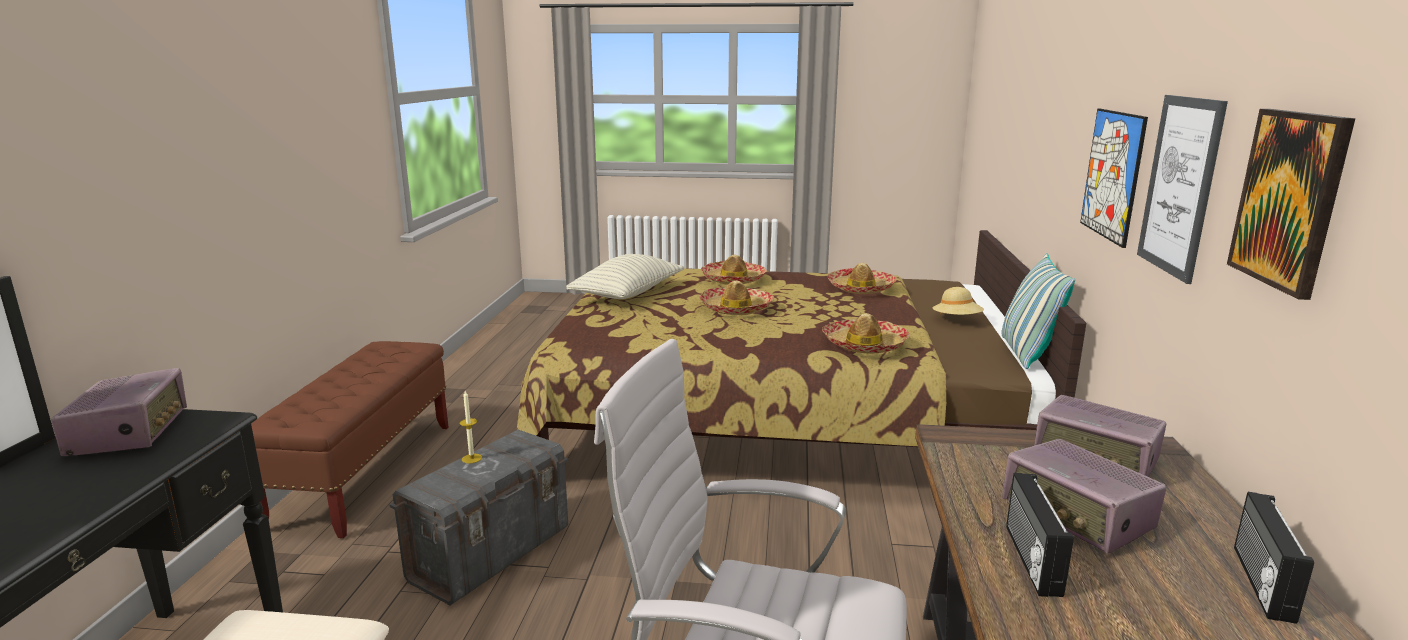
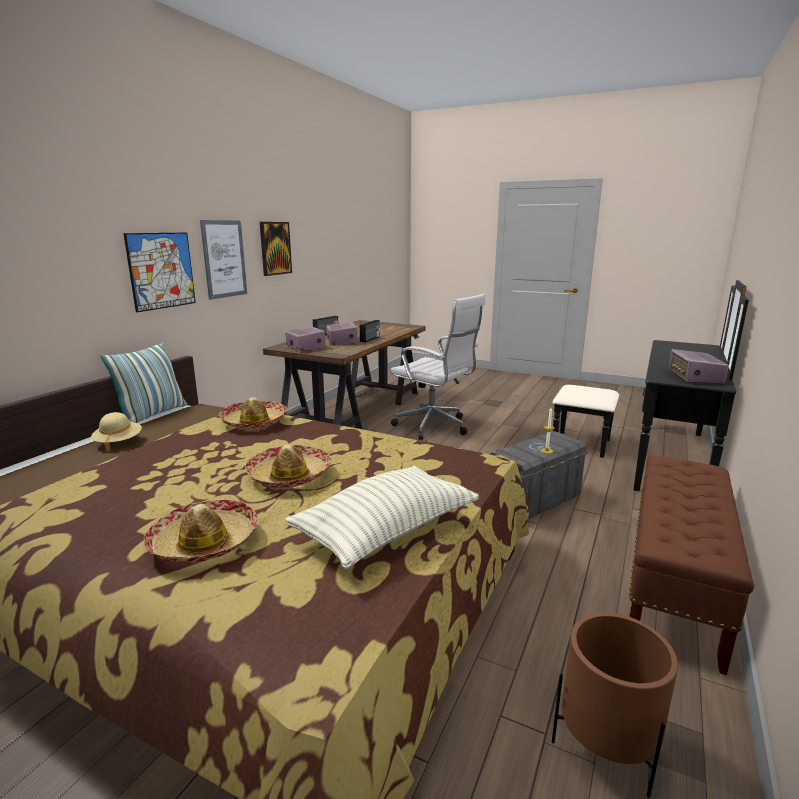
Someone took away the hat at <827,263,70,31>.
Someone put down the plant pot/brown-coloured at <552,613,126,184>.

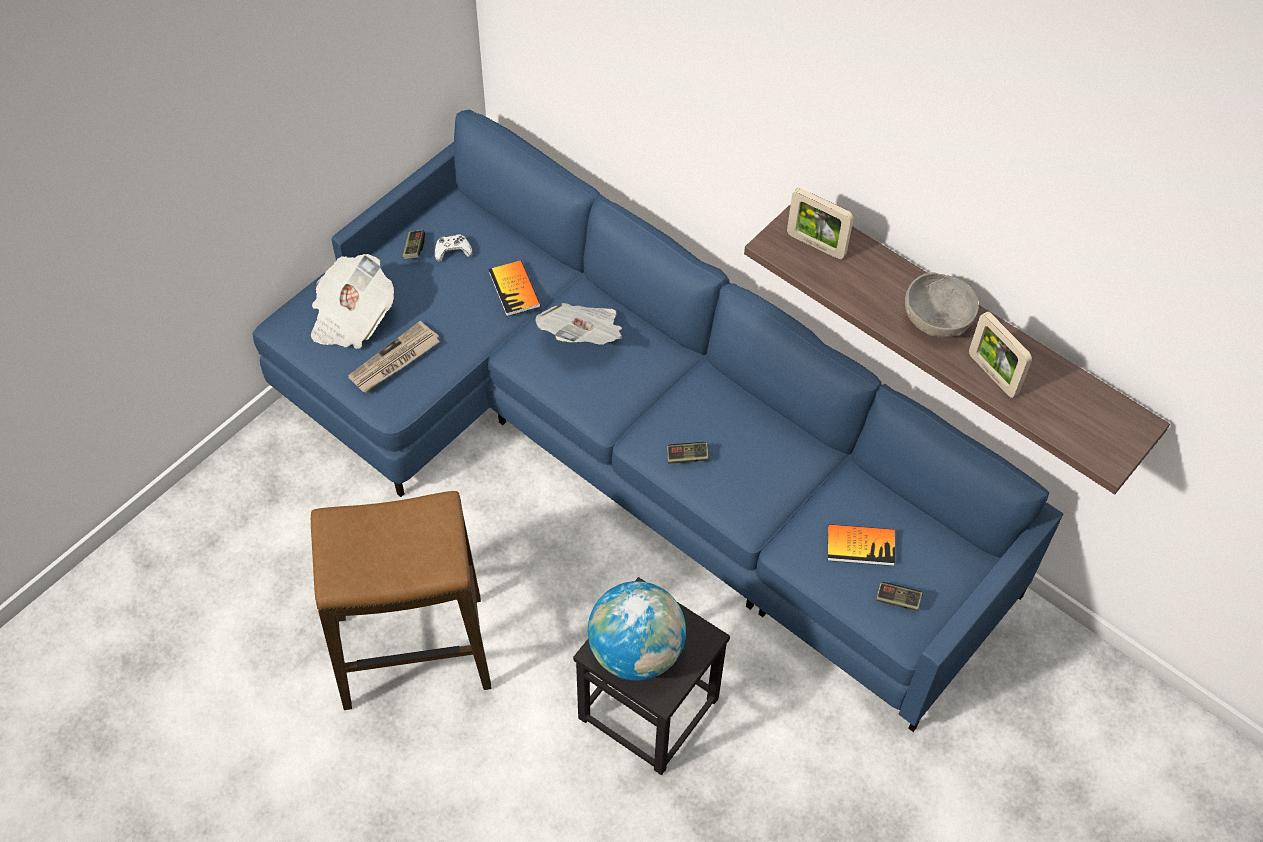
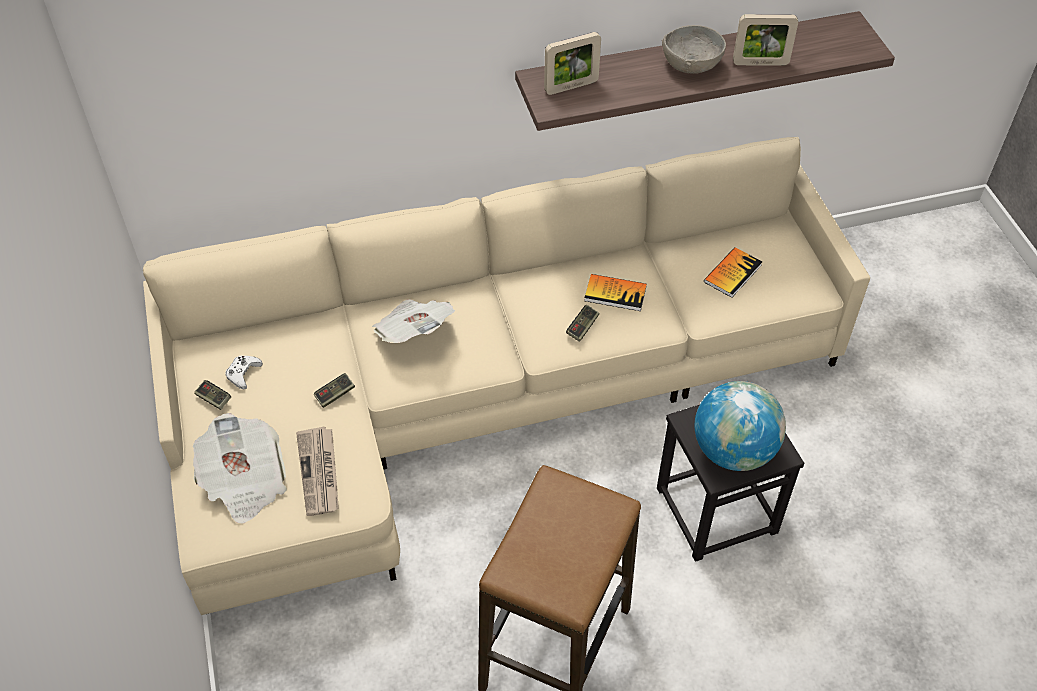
Someone carried the volume from <489,260,52,56> to <584,274,63,37>.
Someone carried the gamepad from <876,582,47,29> to <314,373,41,35>.
Someone repainted the settee/blue-coloured at <252,110,811,622>, which became the settee/sand-coloured at <143,137,727,478>.

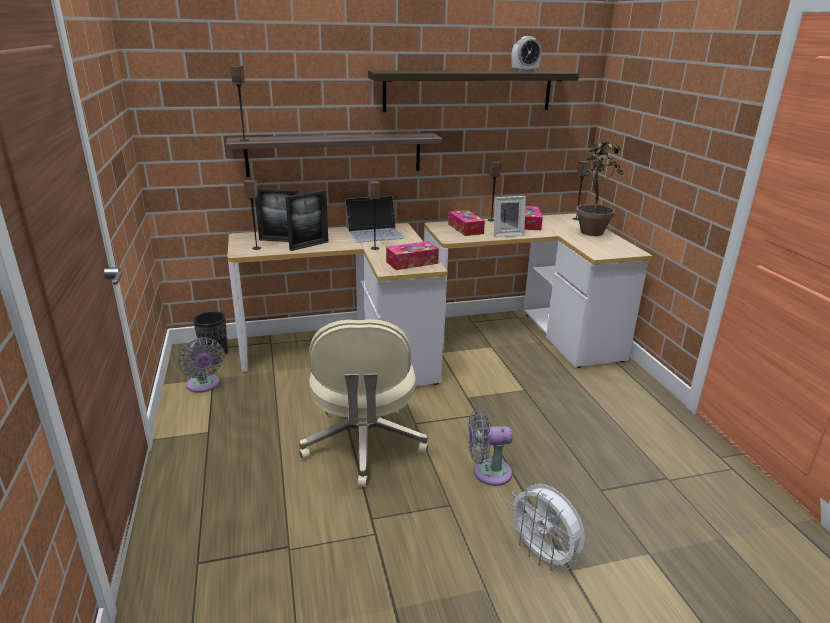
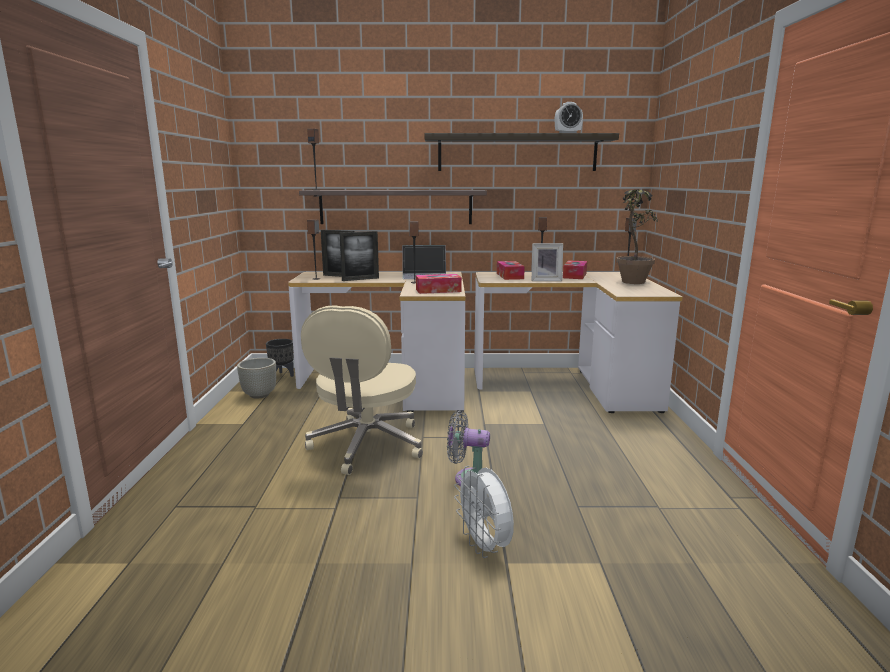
Someone swapped the electric fan/gray at <178,338,46,55> for the plant pot/gray at <237,358,39,41>.

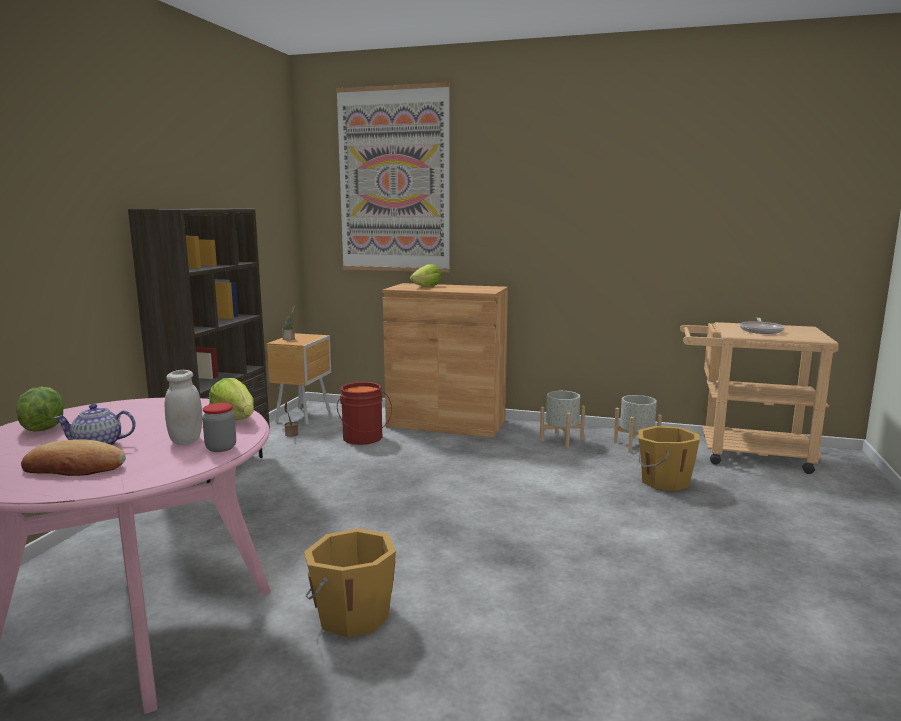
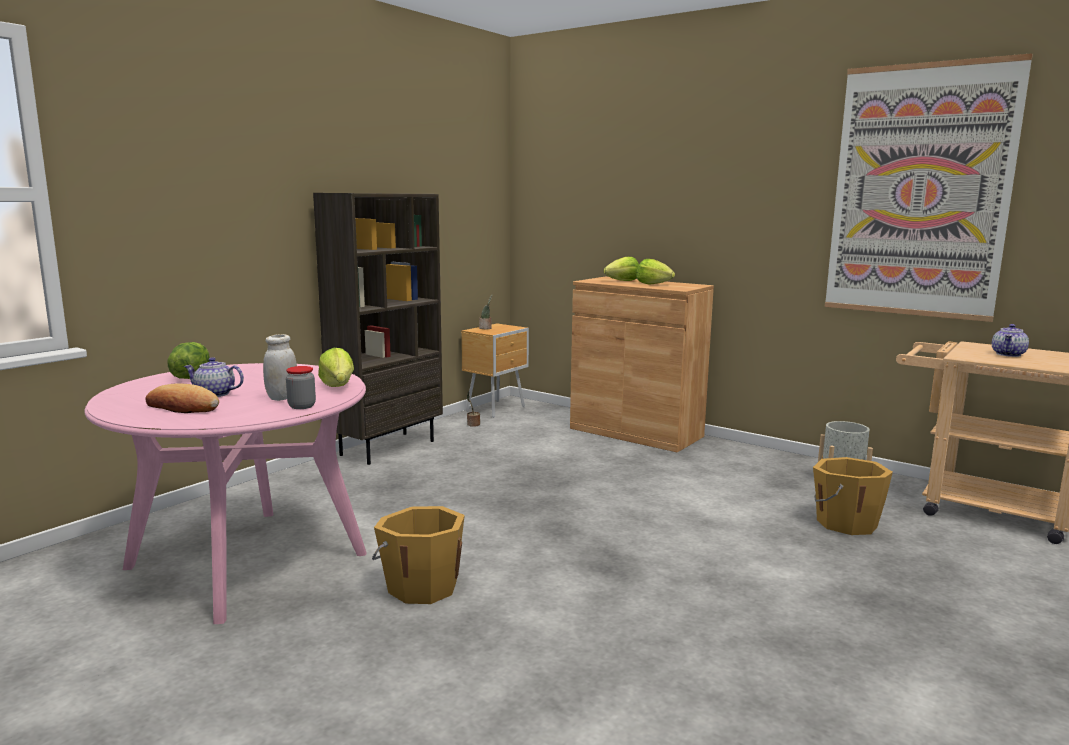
Someone took away the pail/red at <337,382,55,63>.
Someone took away the plant pot/gray at <540,391,45,57>.
Someone put down the head of lettuce at <636,259,39,26>.
Someone carried the wall picture from <336,82,114,190> to <825,53,208,269>.
Someone swapped the skillet at <740,318,45,16> for the pot for tea at <992,324,37,33>.

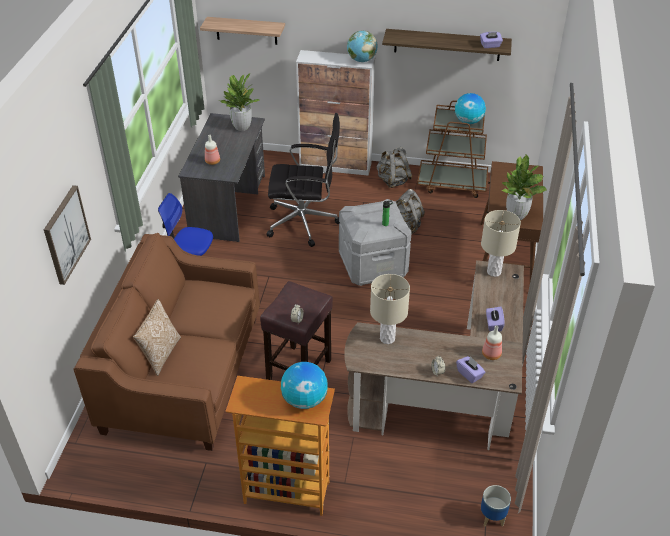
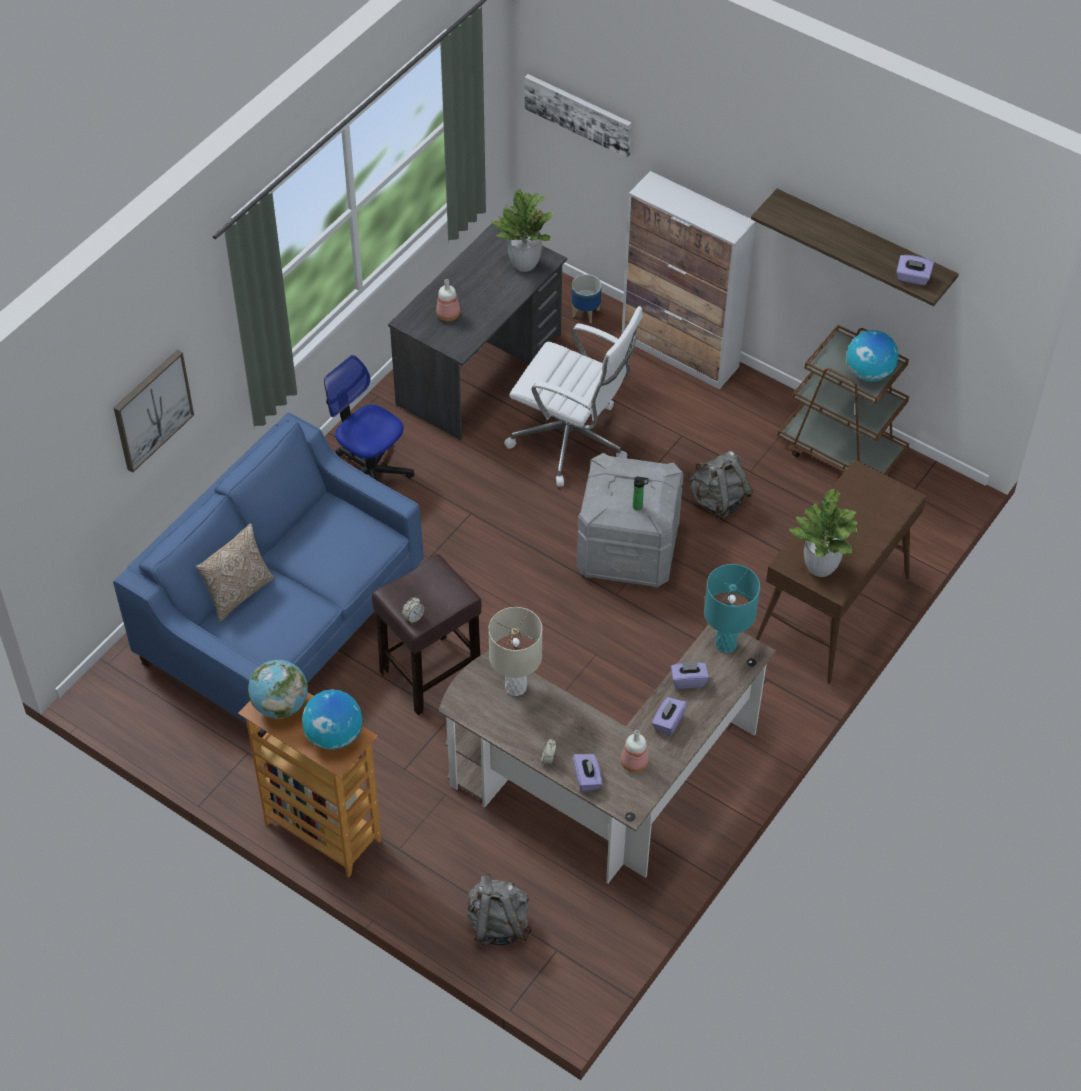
Someone put down the box of tissues/purplish at <671,662,38,27>.
Someone carried the globe from <347,30,31,32> to <248,660,60,59>.
Someone carried the rucksack/gray from <377,147,35,41> to <467,873,65,73>.
Someone carried the plant pot from <481,485,30,42> to <571,274,31,49>.
Someone swapped the shelf at <200,17,85,28> for the wall picture at <525,74,107,84>.
Someone repainted the settee/brown-coloured at <73,233,187,218>, which became the settee/blue-coloured at <113,413,311,325>.
Someone repainted the office chair/blackish at <267,113,73,134>, which became the office chair/white at <504,306,139,181>.
Someone repainted the tabletop lamp/sand-coloured at <481,210,40,67>, which became the tabletop lamp/blue-green at <704,564,56,89>.

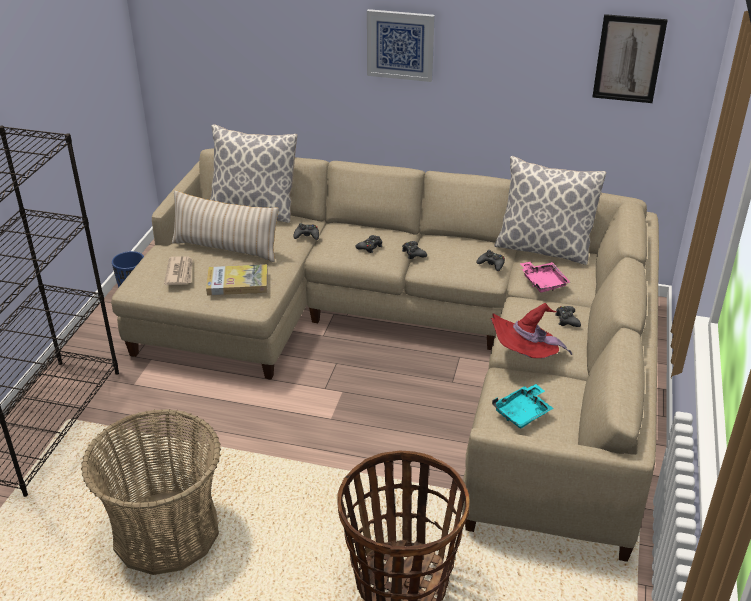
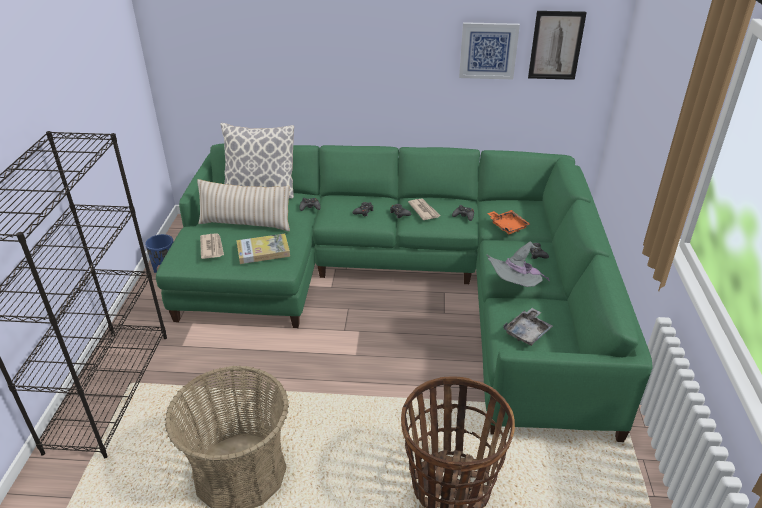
Someone took away the throw pillow at <494,156,112,109>.
Someone put down the printed paper at <408,198,32,22>.
Someone carried the wall picture from <367,9,68,73> to <459,22,61,57>.
Someone repainted the settee/sand-coloured at <111,148,548,414>, which became the settee/green at <156,144,497,298>.
Someone repainted the hat/red at <491,303,81,55>, which became the hat/gray at <486,241,64,46>.
Someone repainted the tray/blue-green at <492,384,62,44>, which became the tray/gray at <504,308,49,38>.
Someone repainted the tray/pink-coloured at <520,262,50,31>, which became the tray/orange-coloured at <487,210,43,24>.

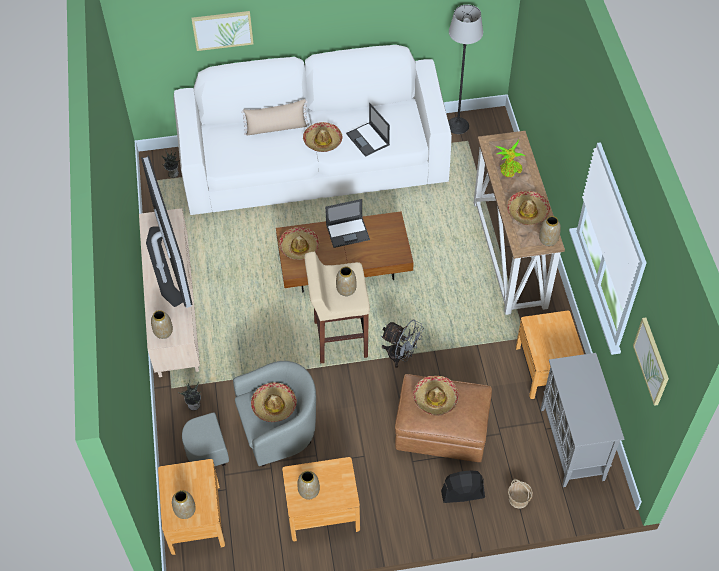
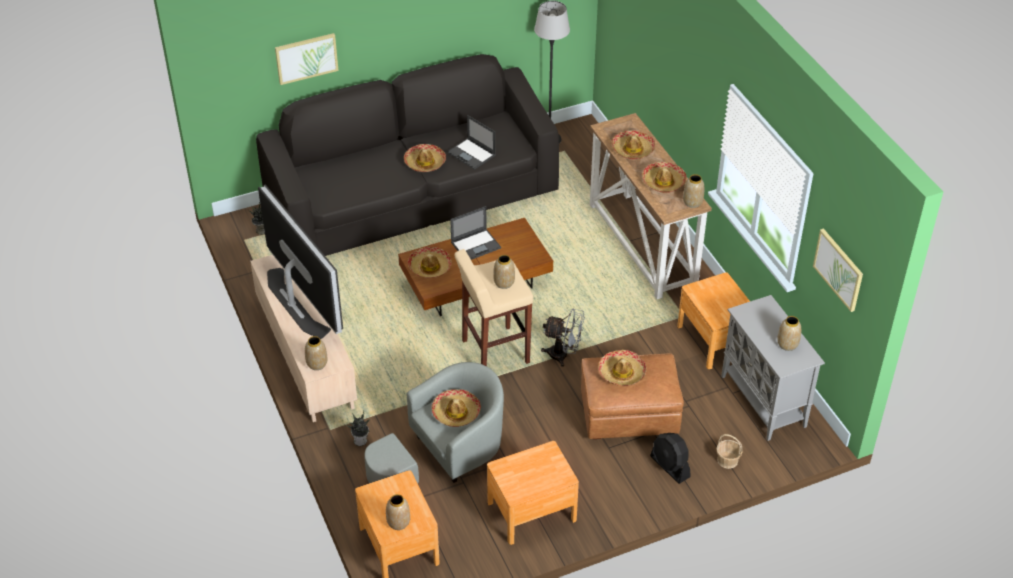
Someone took away the throw pillow/sand-coloured at <241,99,68,36>.
Someone carried the vase from <297,471,23,28> to <777,316,24,35>.
Someone swapped the potted plant at <496,139,29,38> for the hat at <612,131,43,28>.
Someone repainted the settee/white at <174,45,278,170>, which became the settee/blackish at <256,54,303,202>.
Someone rotated the electric fan/blackish at <441,470,44,33> by 105 degrees counterclockwise.

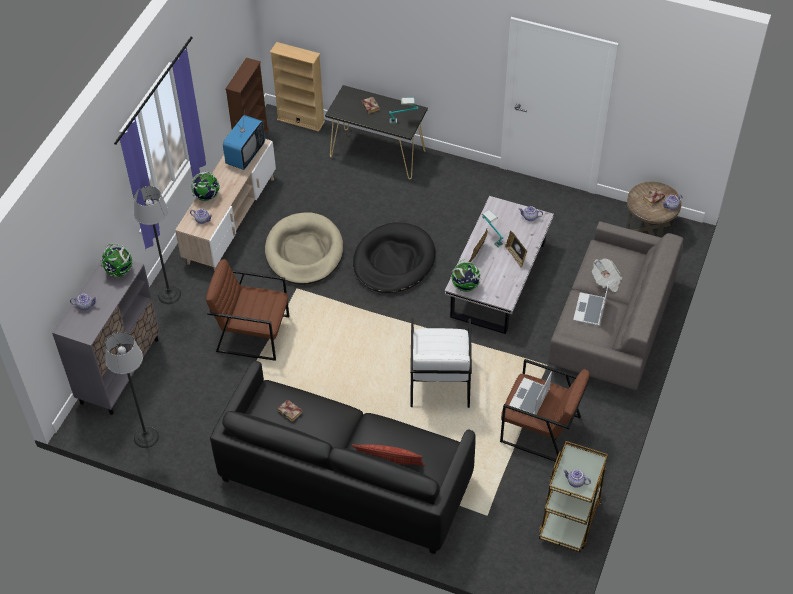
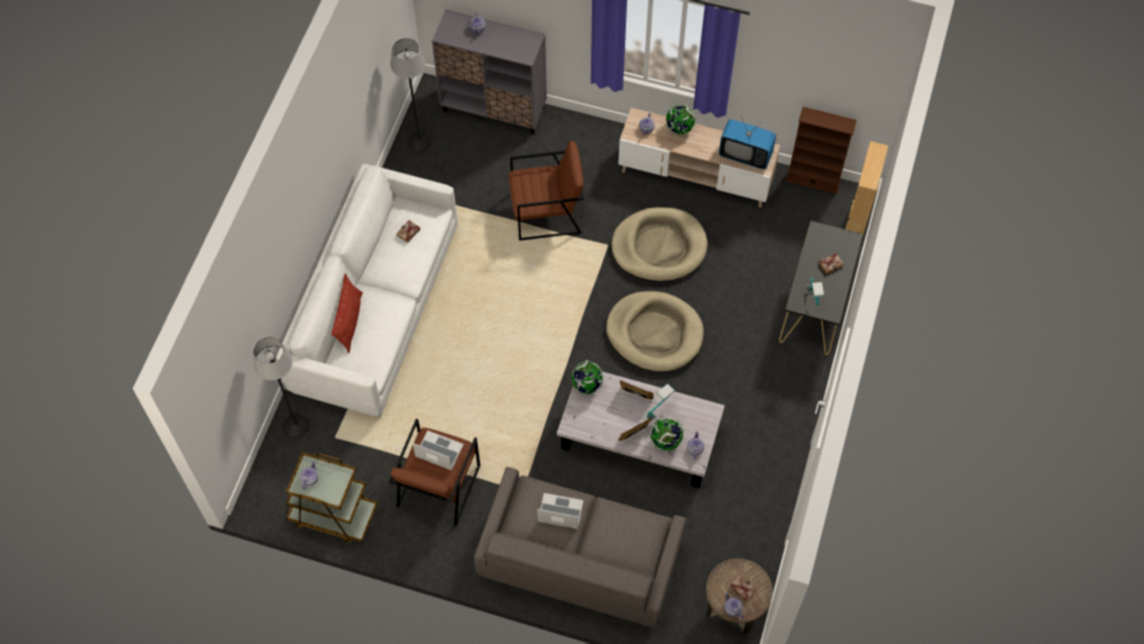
Someone took away the lounge chair/white at <410,318,62,90>.
Someone took away the printed paper at <592,259,30,33>.
Someone carried the globe from <101,243,32,34> to <650,418,34,34>.
Someone carried the floor lamp from <134,186,47,118> to <253,337,56,101>.
Someone repainted the settee/blackish at <210,361,266,193>, which became the settee/white at <276,164,182,254>.
Someone repainted the dog cushion/blackish at <353,222,82,71>, which became the dog cushion/sand-coloured at <606,291,98,81>.
Someone rotated the lounge chair/brown-coloured at <206,259,83,102> by 75 degrees clockwise.

